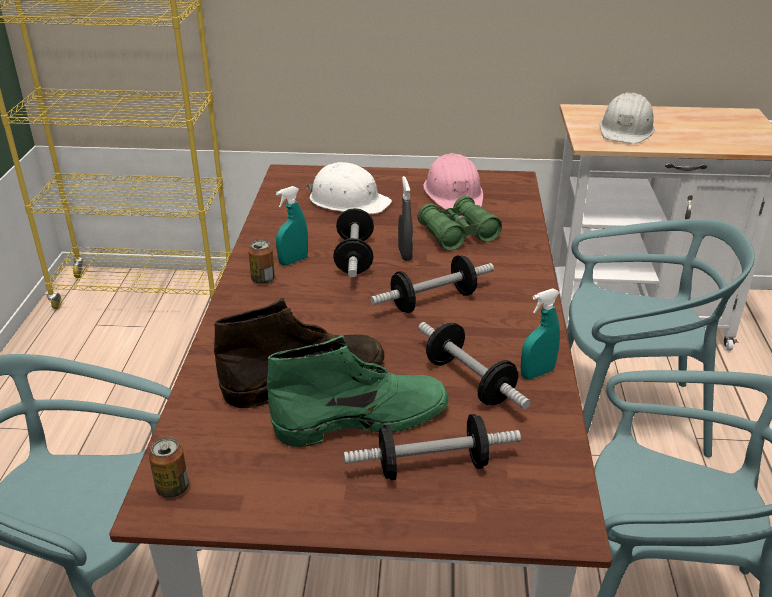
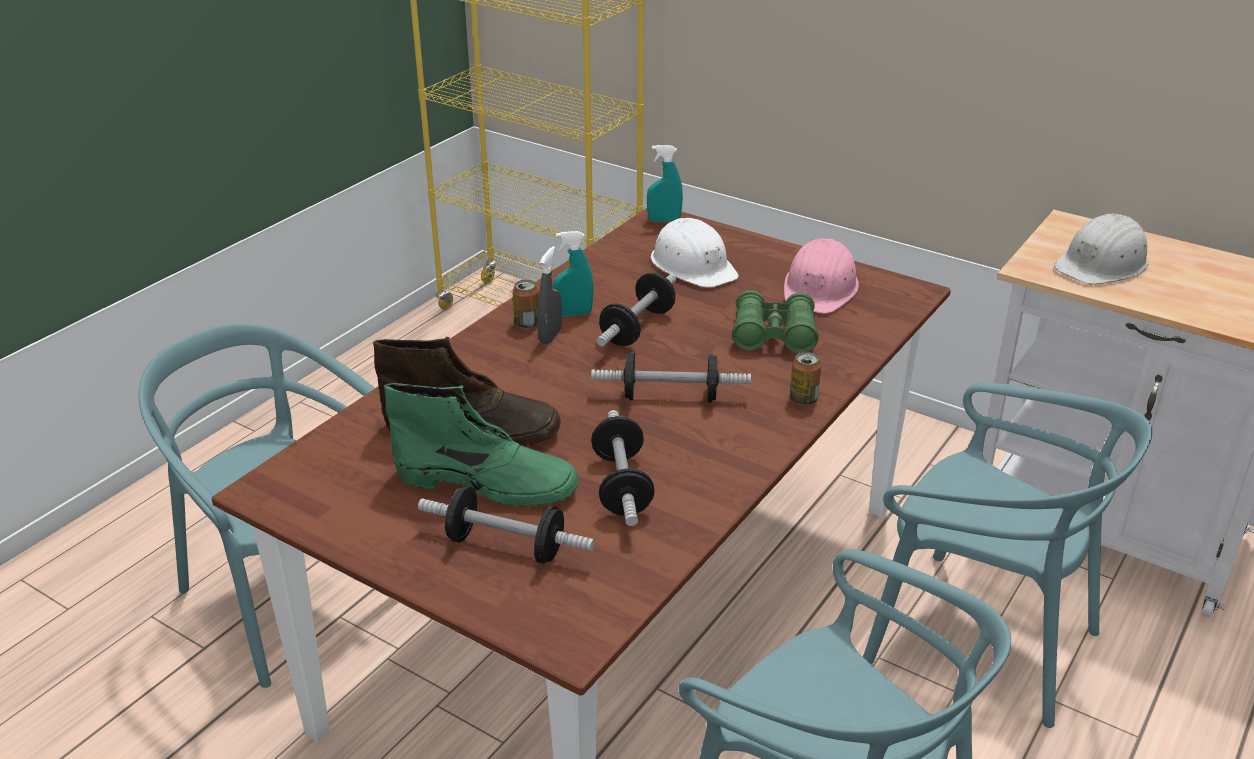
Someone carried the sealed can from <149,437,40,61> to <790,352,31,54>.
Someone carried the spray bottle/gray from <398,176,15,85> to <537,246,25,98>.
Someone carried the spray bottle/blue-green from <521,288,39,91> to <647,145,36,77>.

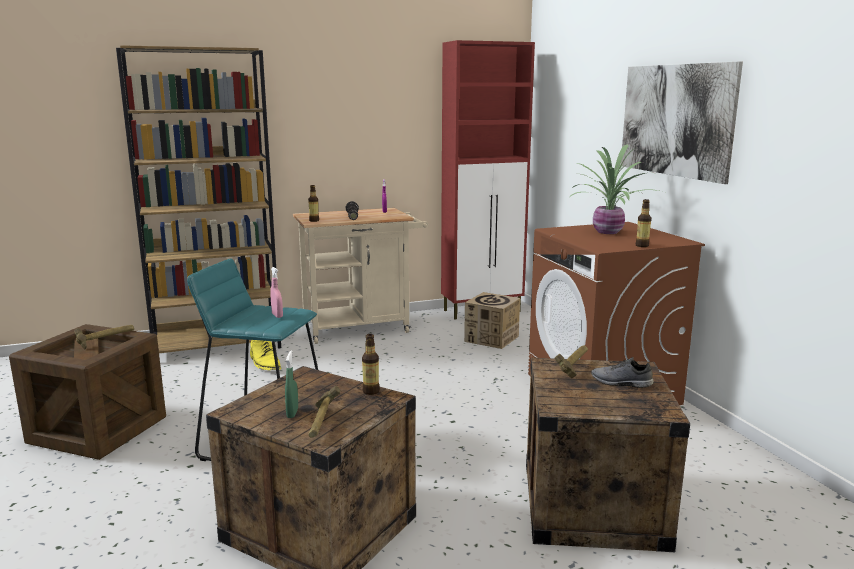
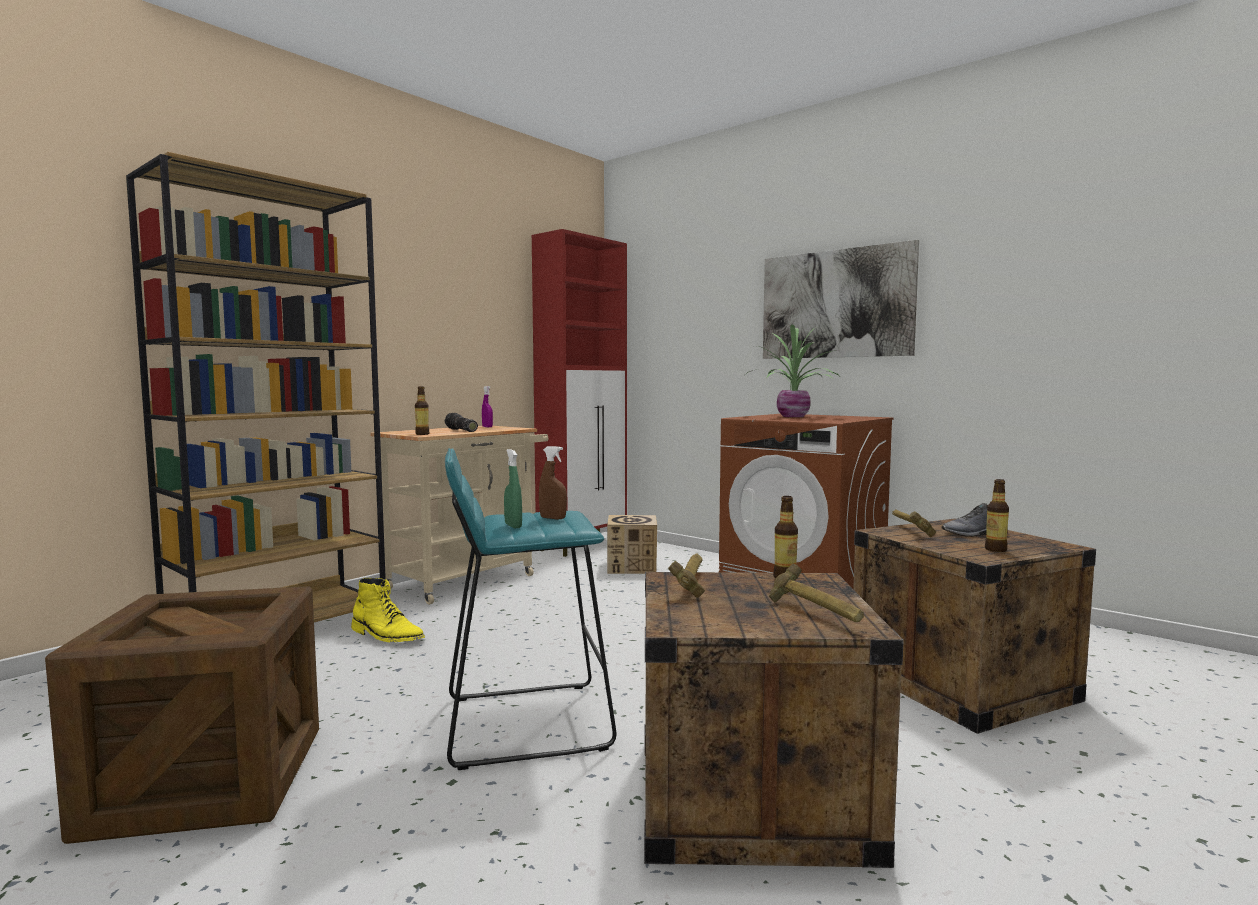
Someone carried the hand hammer from <74,325,60,24> to <668,553,37,45>.
Someone carried the spray bottle/green from <285,350,13,68> to <504,449,18,80>.
Someone carried the beverage bottle from <636,199,15,48> to <985,479,24,73>.
Someone repainted the spray bottle/pink-coloured at <271,267,12,51>, which became the spray bottle/brown-coloured at <539,446,28,74>.

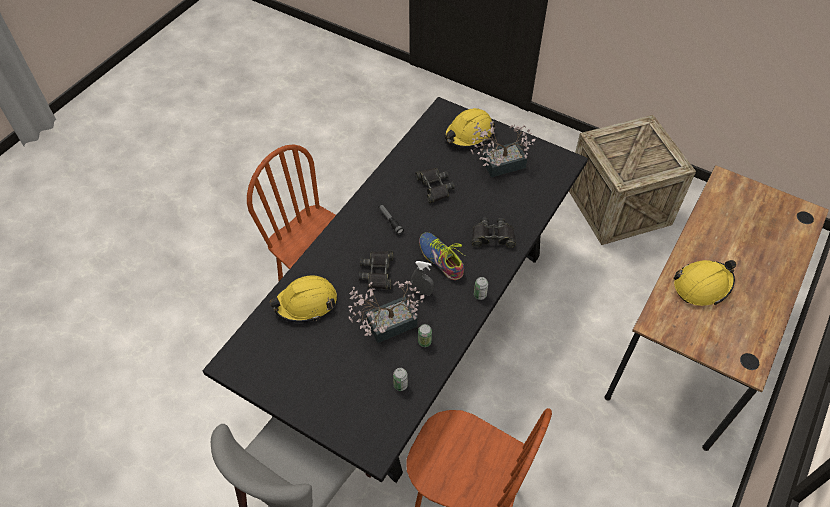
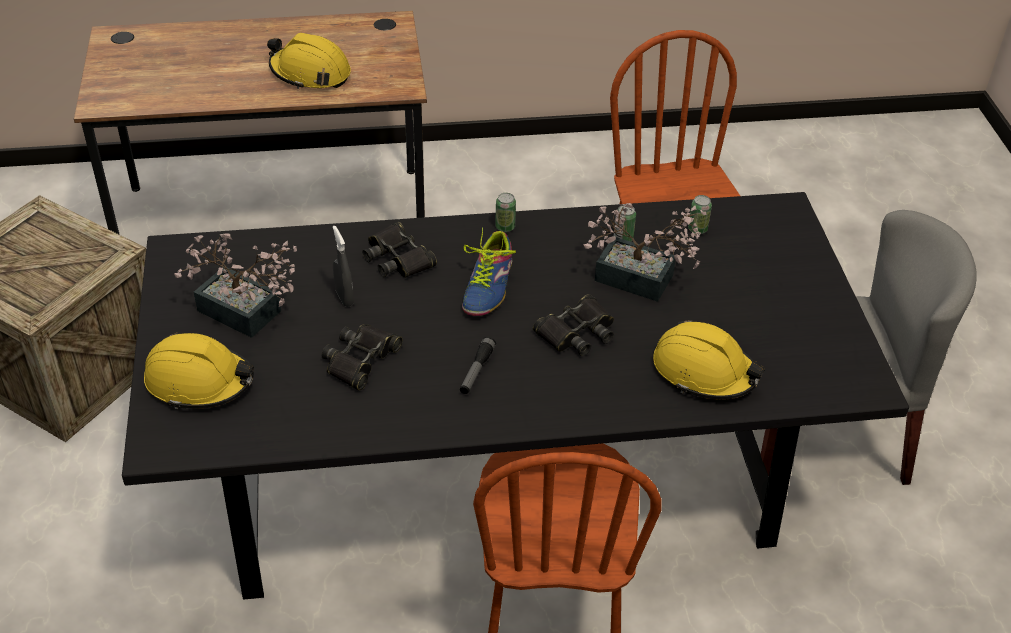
Someone carried the spray bottle/gray from <411,261,23,34> to <333,226,21,81>.

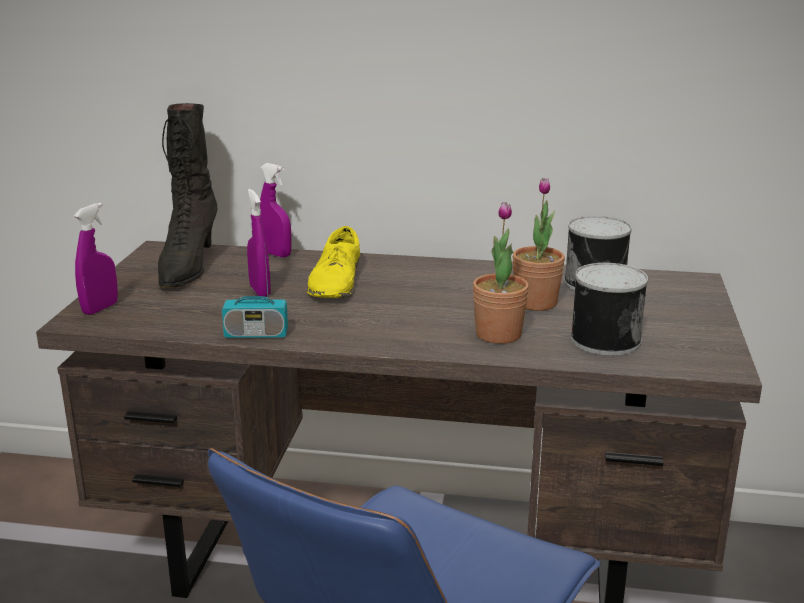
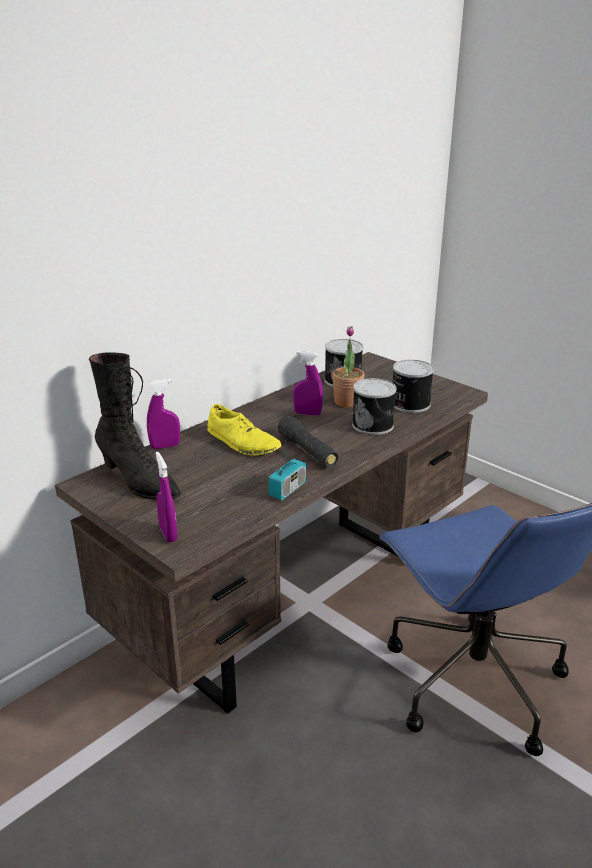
Someone put down the torch/blackish at <278,416,60,51>.
Someone carried the spray bottle/purplish from <247,189,24,108> to <293,351,30,65>.
Someone swapped the potted plant at <473,202,56,142> for the sealed can at <352,378,45,57>.

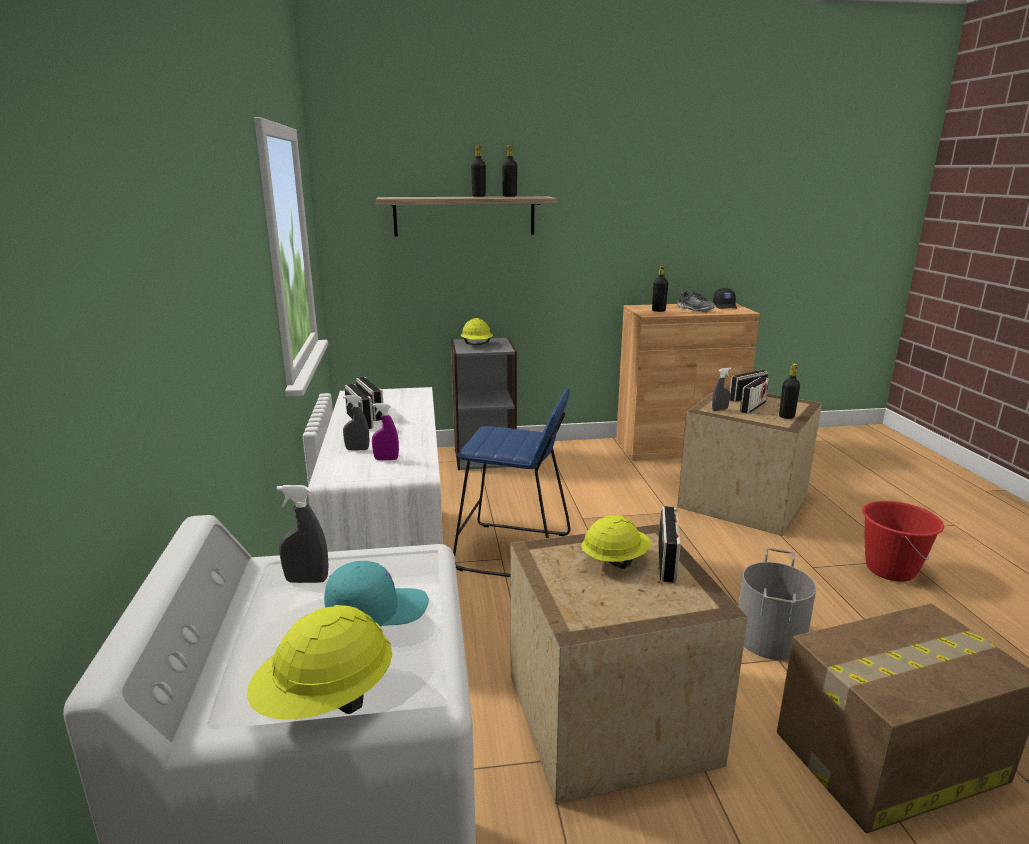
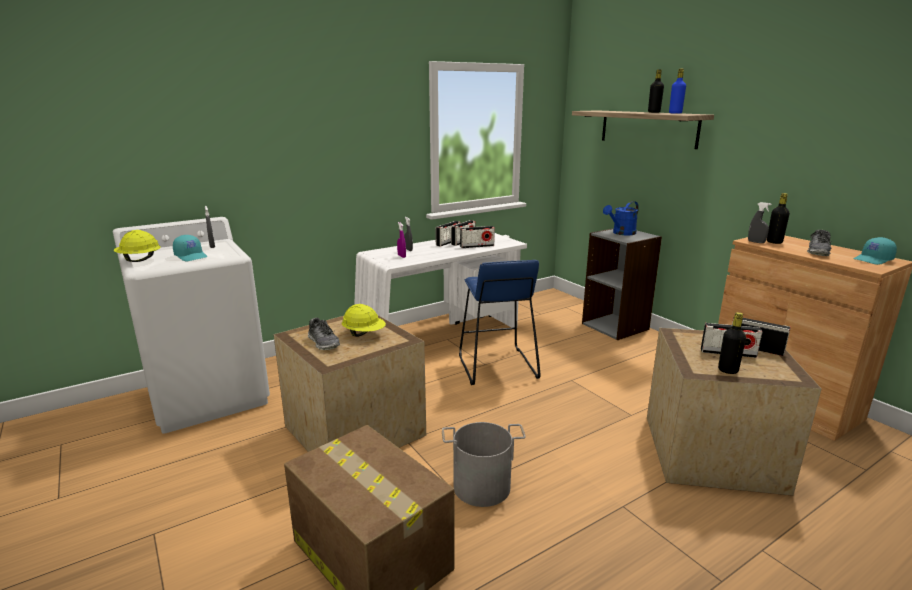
Someone took away the pail/red at <862,501,82,81>.
Someone put down the low shoe at <308,318,32,32>.
Someone carried the radio set from <658,506,23,77> to <460,226,35,22>.
Someone carried the spray bottle/gray from <712,368,19,43> to <748,202,24,41>.
Someone swapped the safety helmet/yellowish at <461,318,32,27> for the watering pot/blue-coloured at <603,201,36,34>.
Someone repainted the beverage bottle/blackish at <502,145,15,52>, which became the beverage bottle/blue-coloured at <669,68,17,46>.
Someone repainted the baseball cap/blackish at <713,288,24,21>, which became the baseball cap/blue-green at <854,237,43,28>.

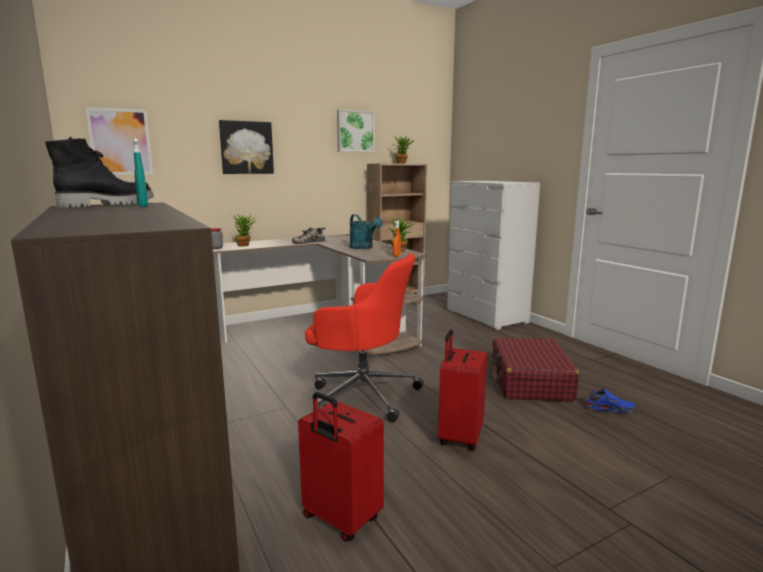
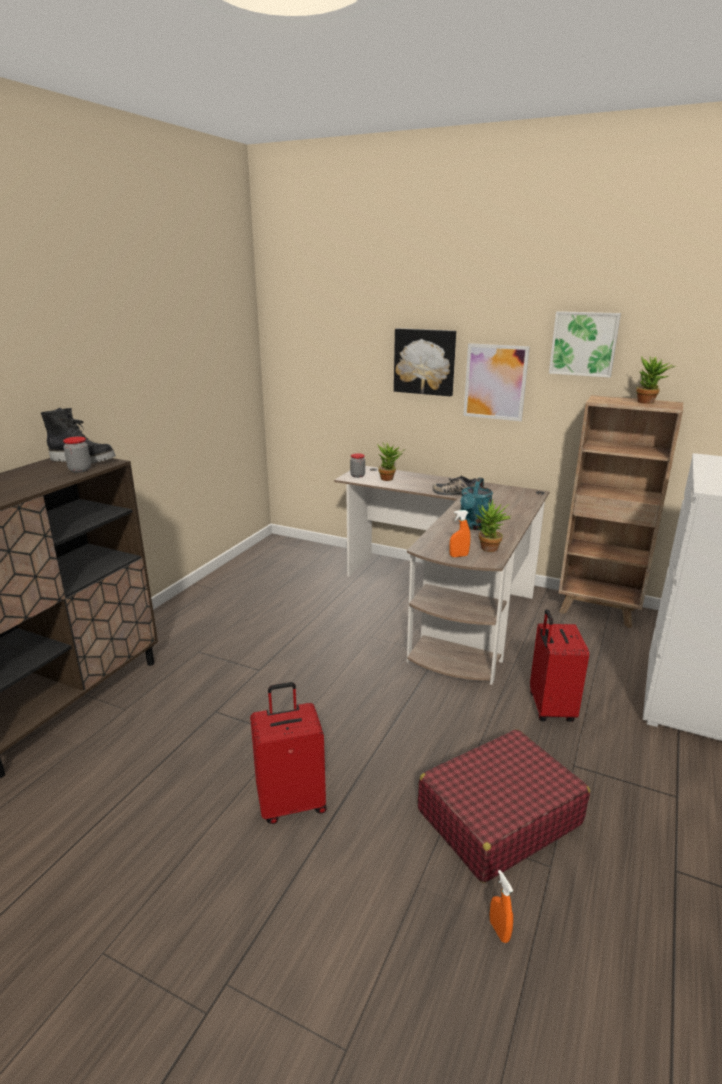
Someone took away the office chair/red at <305,253,118,170>.
Someone carried the wall picture from <85,107,68,68> to <463,343,67,78>.
Someone carried the piece of luggage/red from <298,392,86,149> to <530,609,59,113>.
Someone swapped the spray bottle/blue-green at <133,138,15,69> for the jar at <63,437,28,36>.
Someone swapped the low shoe/blue-coloured at <583,388,53,25> for the spray bottle/orange-coloured at <490,870,23,73>.

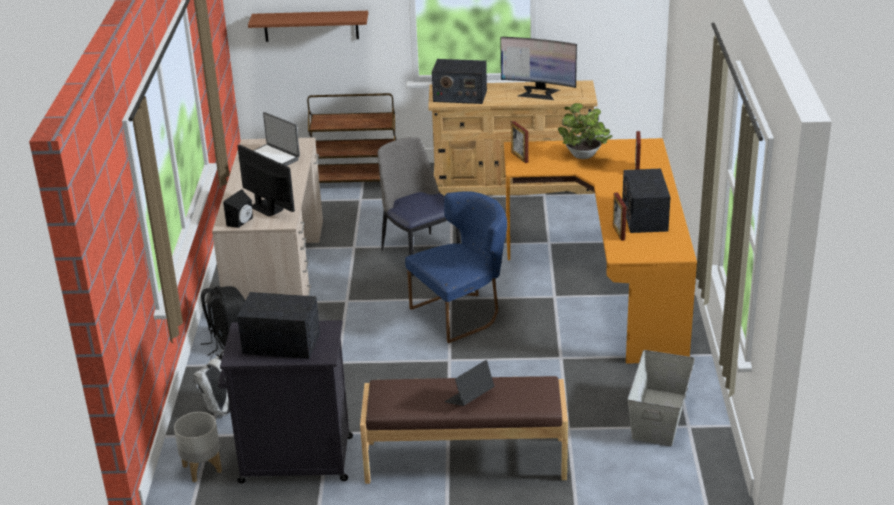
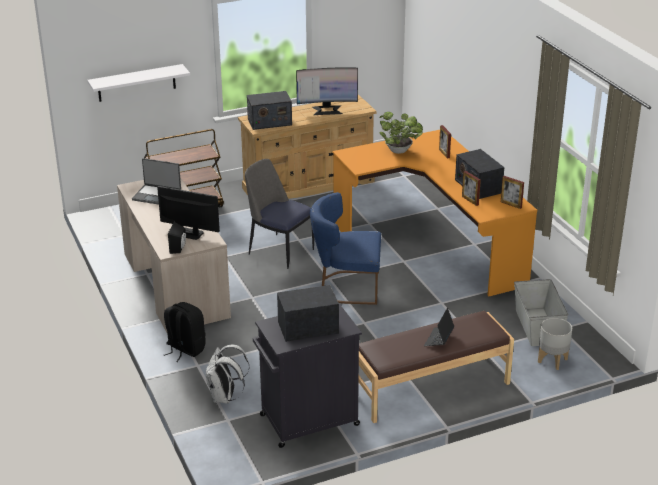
Someone carried the plant pot/gray from <174,412,48,71> to <538,318,34,52>.
Someone carried the photo frame from <511,121,18,42> to <501,176,23,33>.
Someone repainted the shelf/brown-coloured at <248,11,120,31>, which became the shelf/white at <87,64,103,38>.
Someone rotated the upright chair/blue-coloured at <405,191,102,152> by 120 degrees counterclockwise.

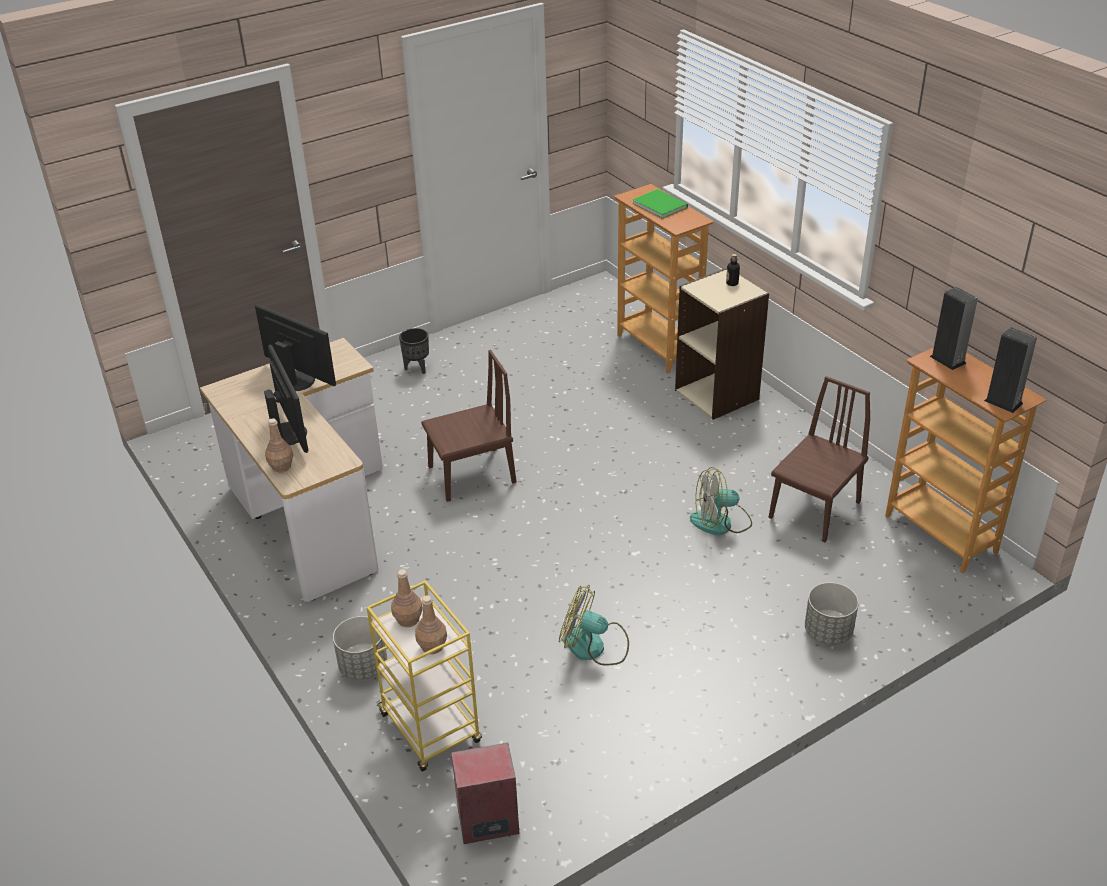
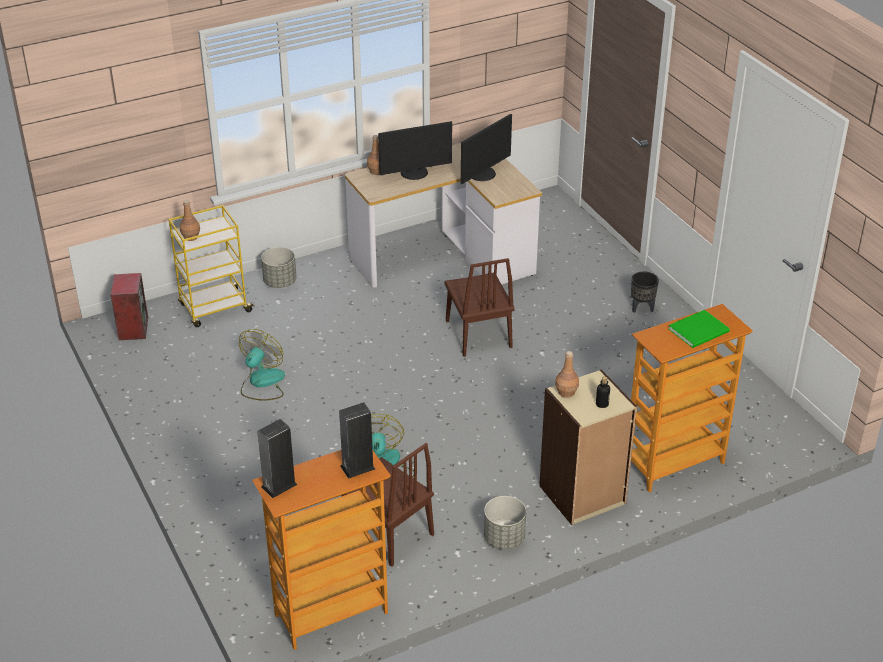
Someone carried the beverage bottle/brown-coloured from <391,569,32,58> to <555,351,24,47>.
Someone carried the plant pot/gray from <805,582,54,63> to <484,496,42,53>.

